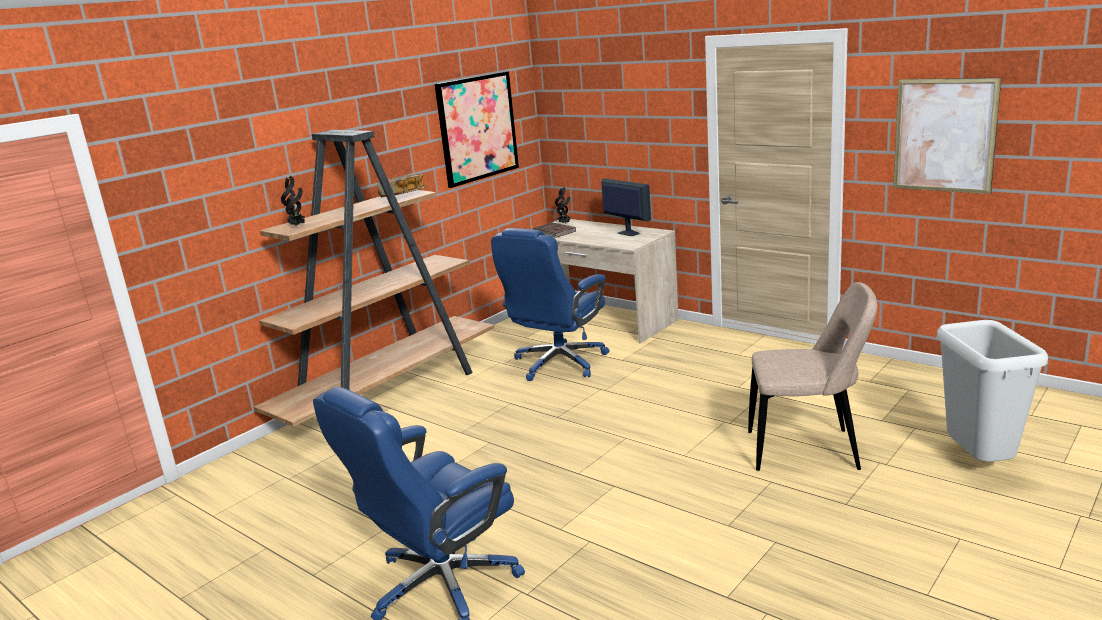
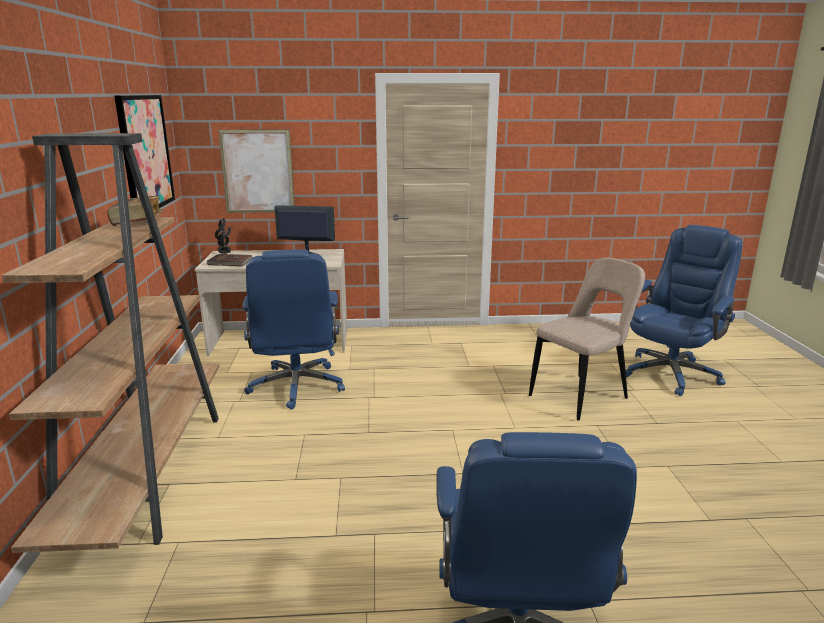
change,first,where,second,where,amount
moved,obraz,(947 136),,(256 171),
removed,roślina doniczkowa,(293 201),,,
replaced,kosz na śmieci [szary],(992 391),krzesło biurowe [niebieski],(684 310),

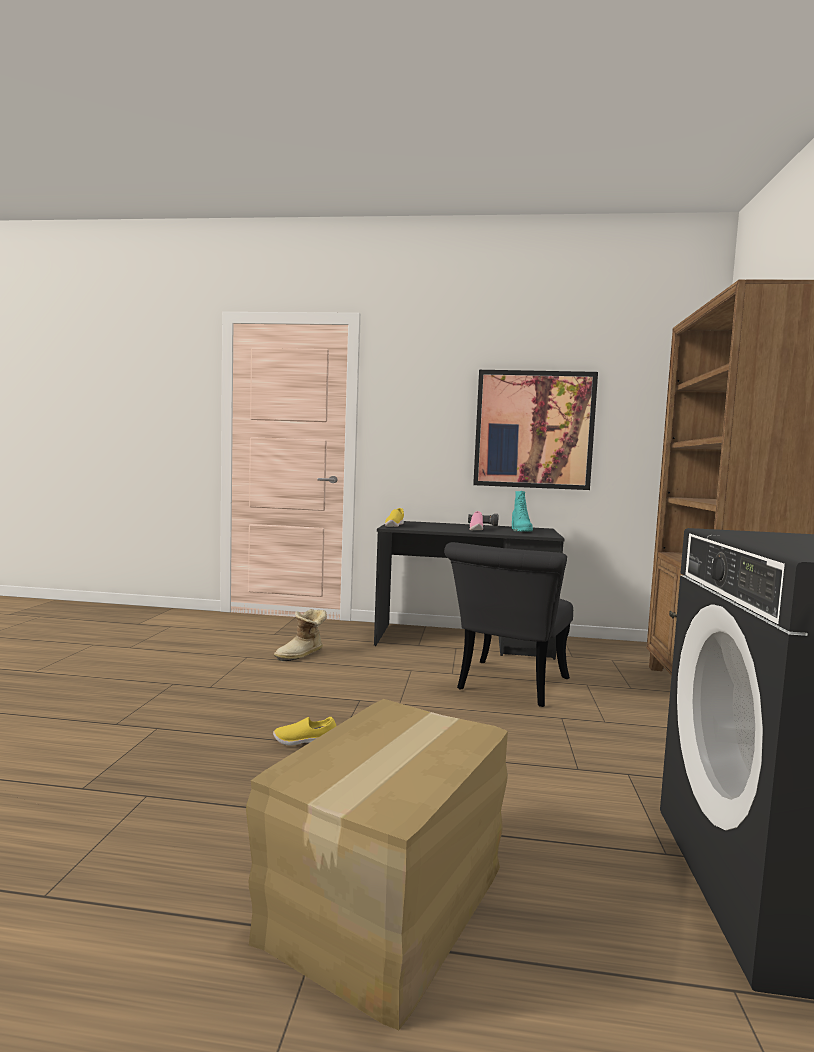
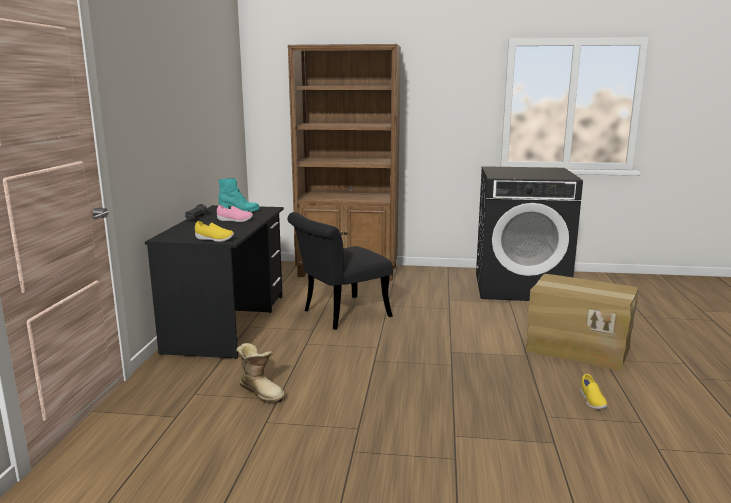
change,first,where,second,where,amount
removed,obraz,(535 430),,,
turned,krzesło [czarny],(508 624),,(340 271),120 degrees clockwise
moved,but [żółty],(304 731),,(594 391),

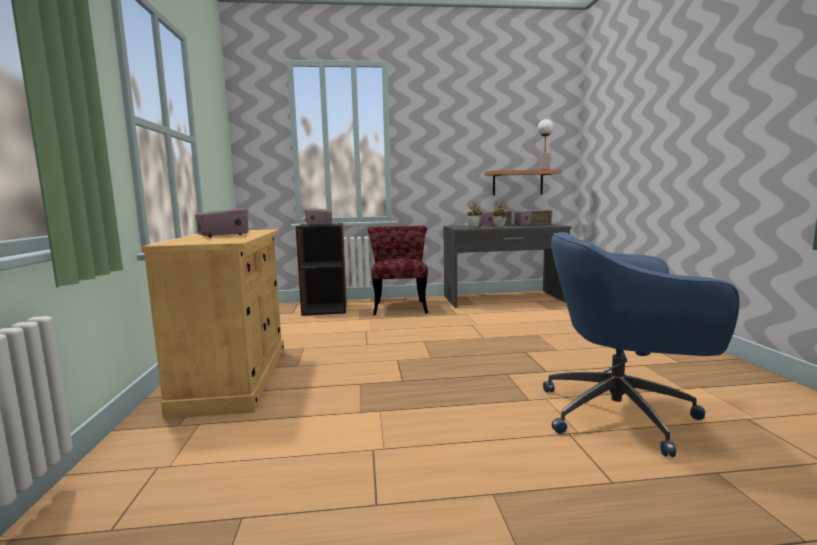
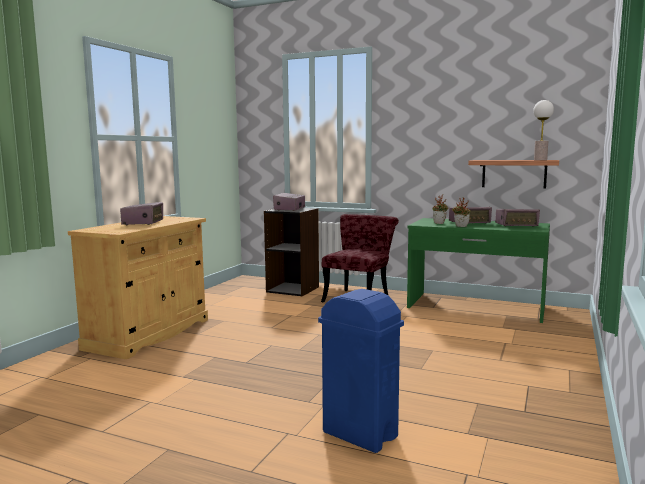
change,first,where,second,where,amount
recoloured,biurko [szary],(508 266),biurko [zielony],(478 270),
replaced,krzesło biurowe [niebieski],(641 344),kosz na śmieci [niebieski],(361 371),

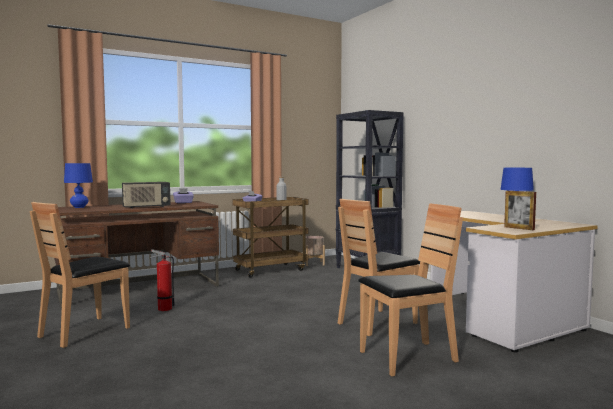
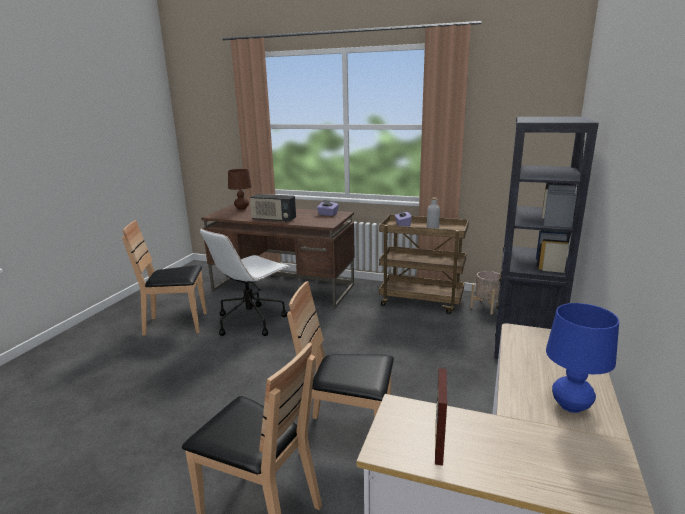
change,first,where,second,where,amount
recoloured,lampa stołowa [niebieski],(78 185),lampa stołowa [brązowy],(240 189),
replaced,gaśnica,(162 280),krzesło biurowe [biały],(244 282),

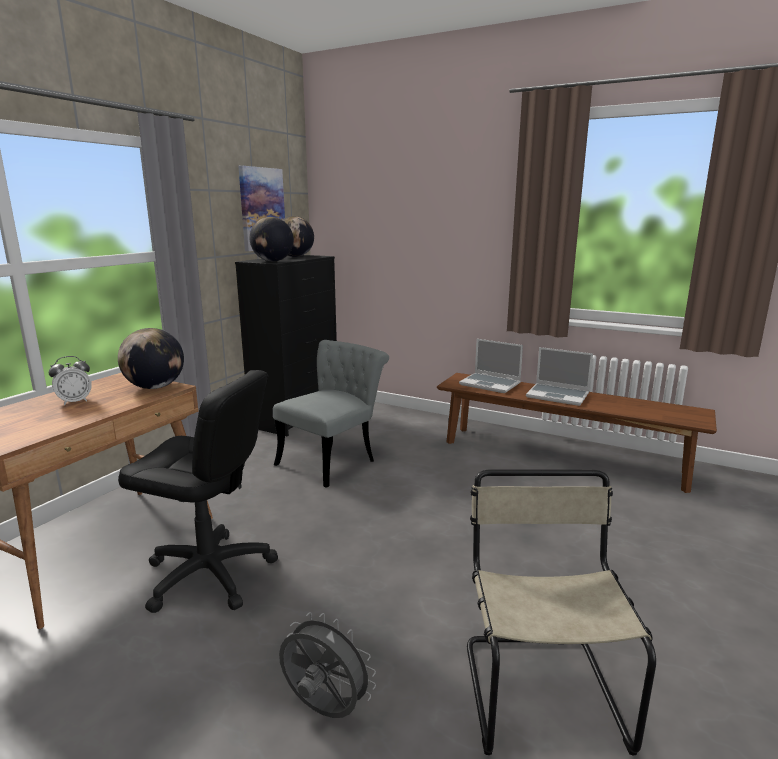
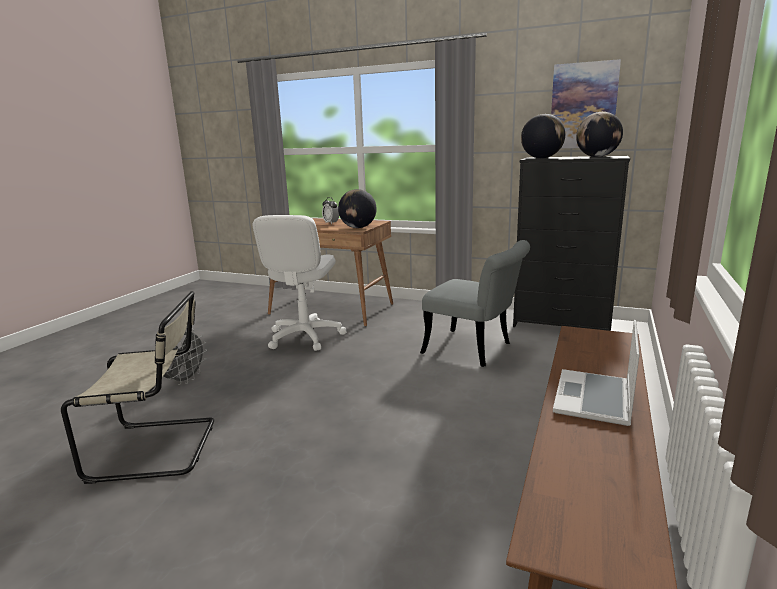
change,first,where,second,where,amount
removed,laptop,(491 366),,,
recoloured,krzesło biurowe [czarny],(198 491),krzesło biurowe [biały],(300 283),

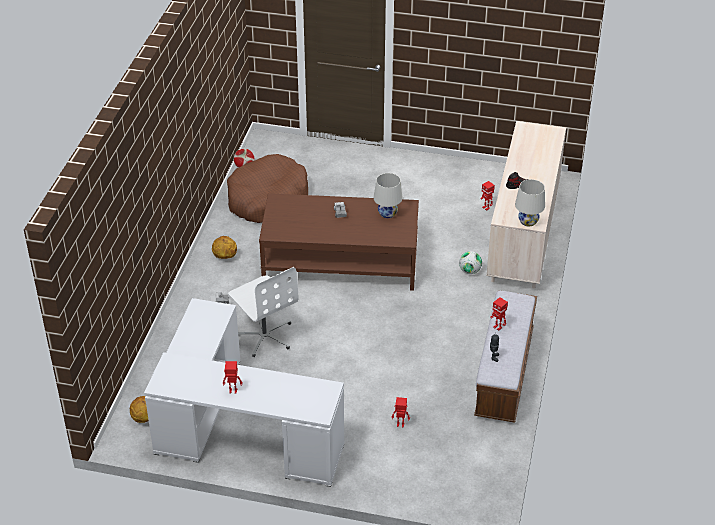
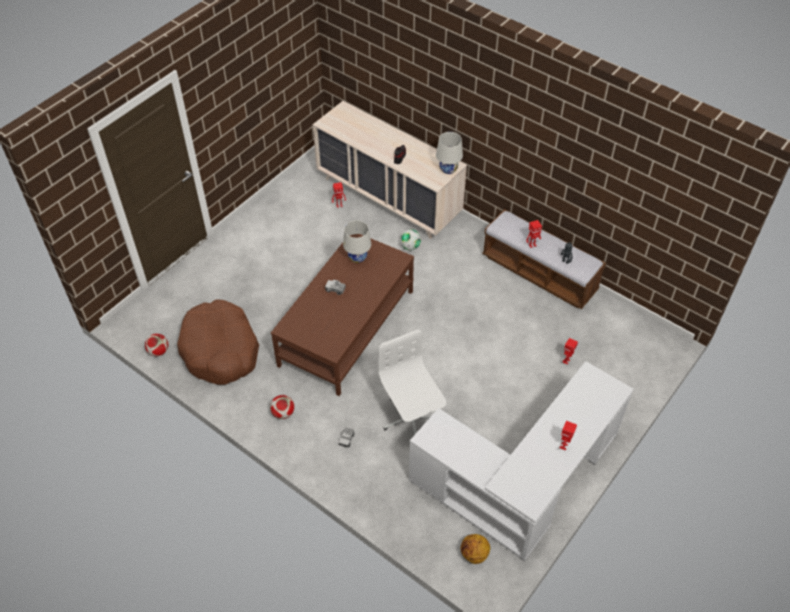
change,first,where,second,where,amount
replaced,piłka do koszykówki,(224 247),piłka futbolowa,(282 407),
turned,krzesło biurowe [biały],(263 312),,(412 382),105 degrees counterclockwise

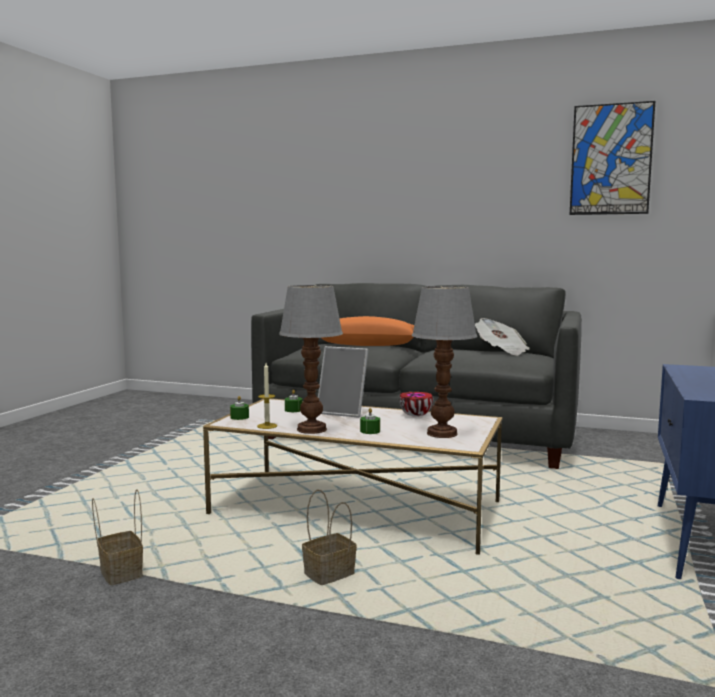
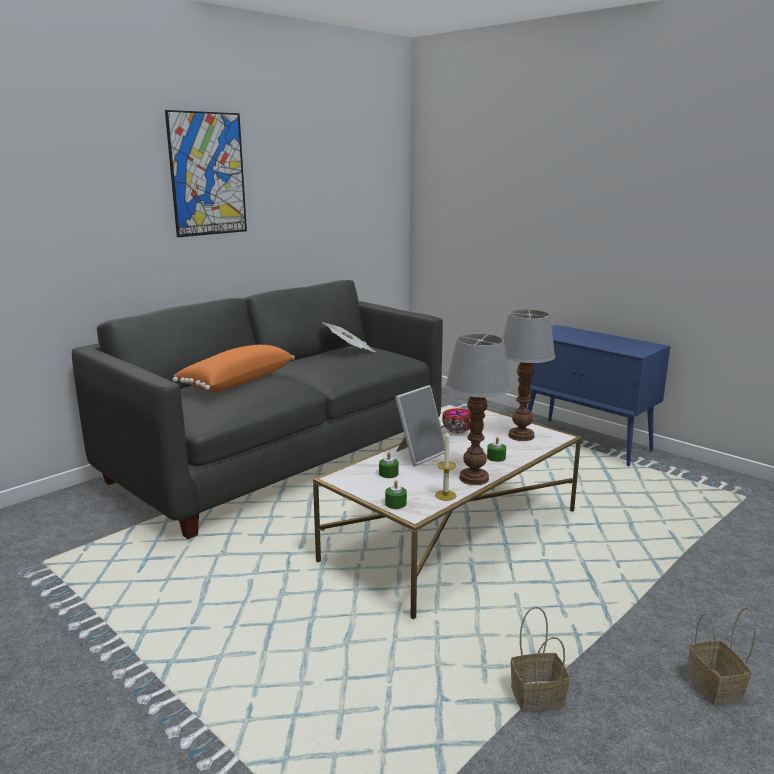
change,first,where,second,where,amount
moved,obraz,(612 158),,(206 173),
moved,koszyk,(329 537),,(721 656),

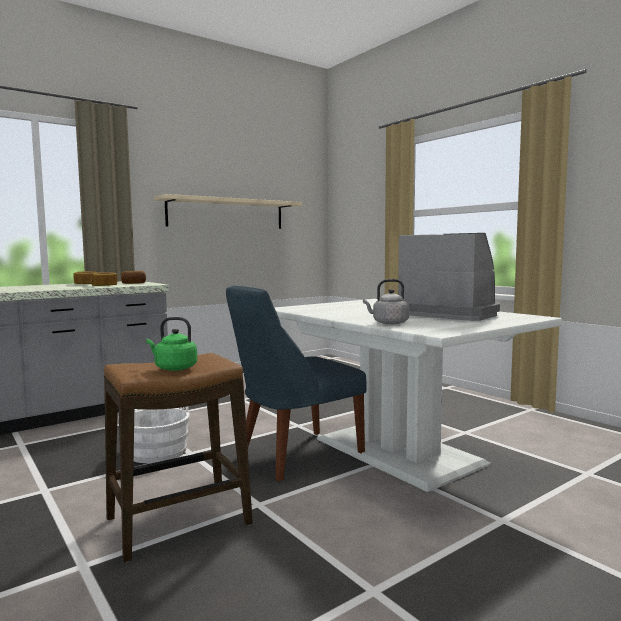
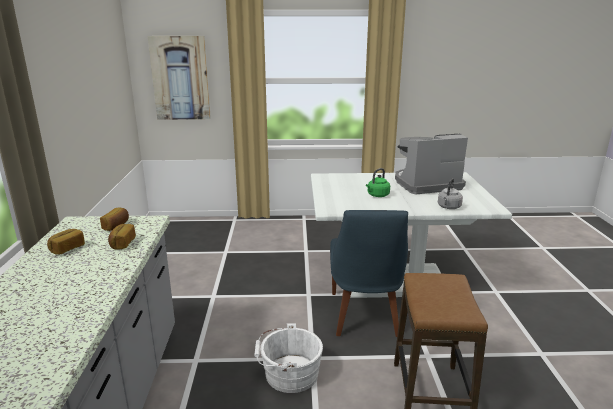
change,first,where,second,where,amount
removed,półka [beżowy],(228 211),,,
moved,czajnik [zielony],(171 344),,(378 182),
added,,,obraz,(179 78),

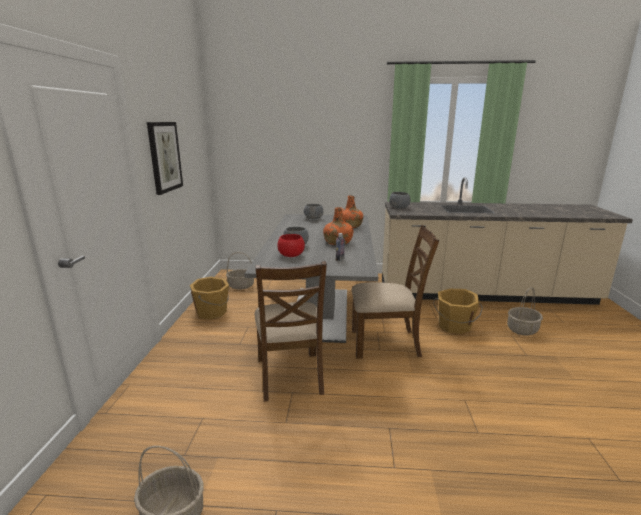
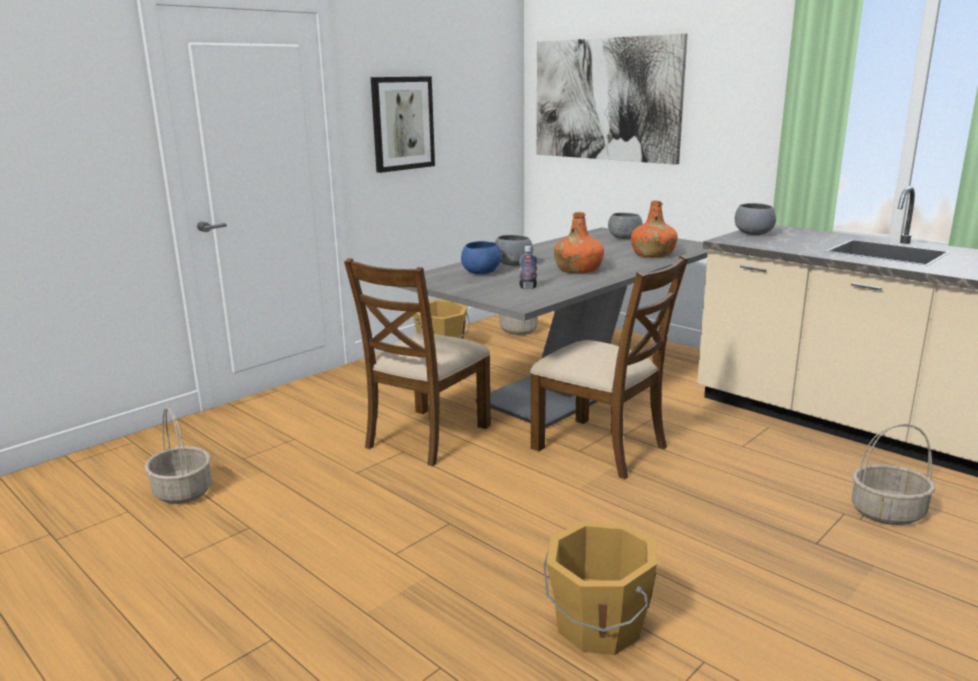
change,first,where,second,where,amount
recoloured,miska [czerwony],(291 245),miska [niebieski],(481 258),
moved,wiadro [pomarańczowy],(458 311),,(600 588),
added,,,obraz,(612 99),

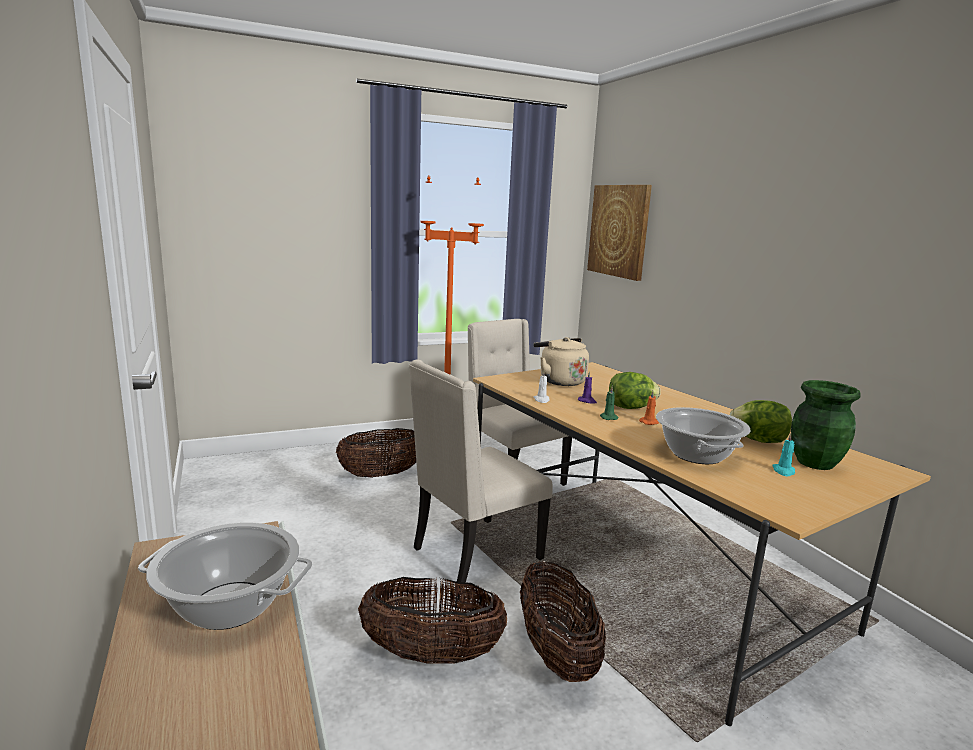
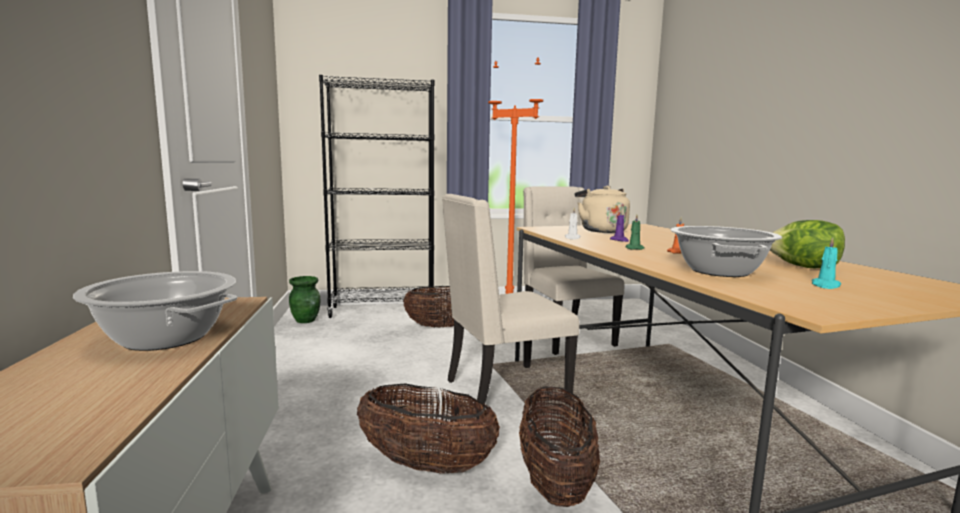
change,first,where,second,where,amount
removed,obraz,(619 233),,,
removed,sałata,(635 390),,,
moved,wazon [zielony],(826 425),,(305 299),
added,,,regał [czarny],(377 196),

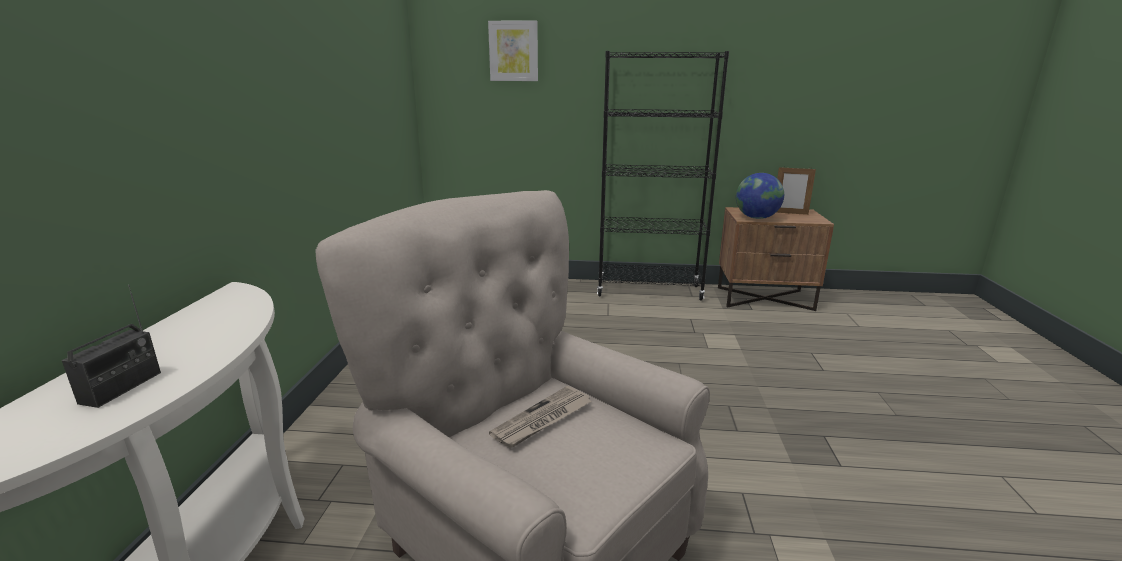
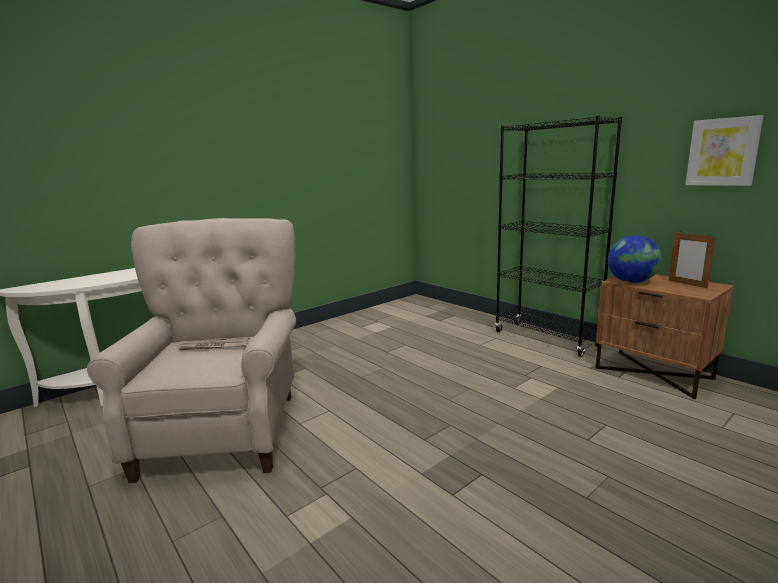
change,first,where,second,where,amount
moved,obraz,(513 51),,(724 150),
removed,radio,(111 346),,,

